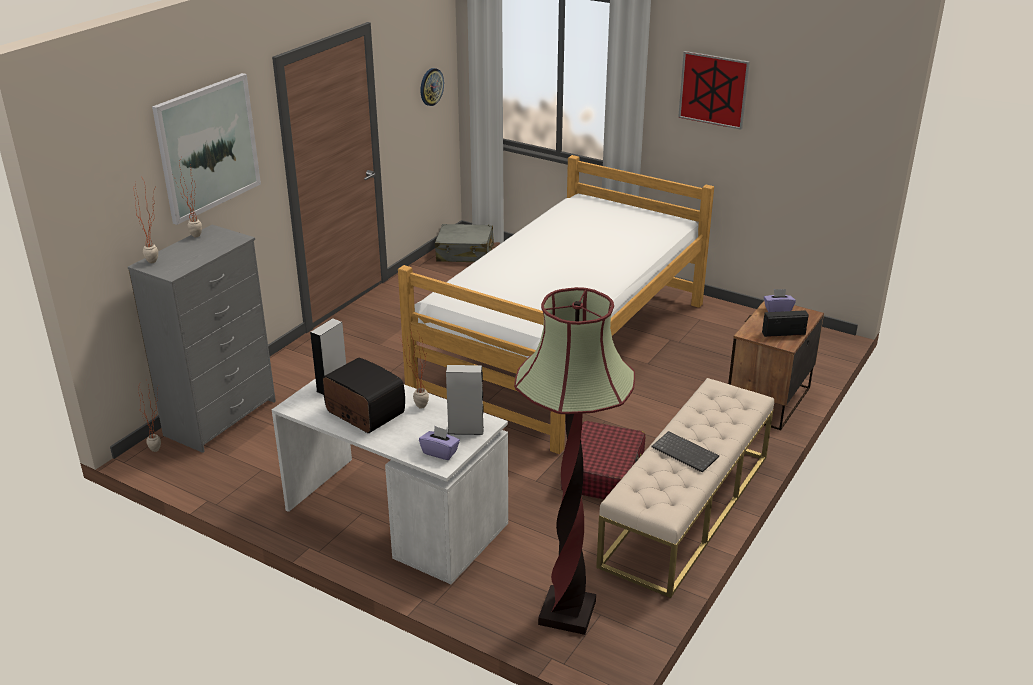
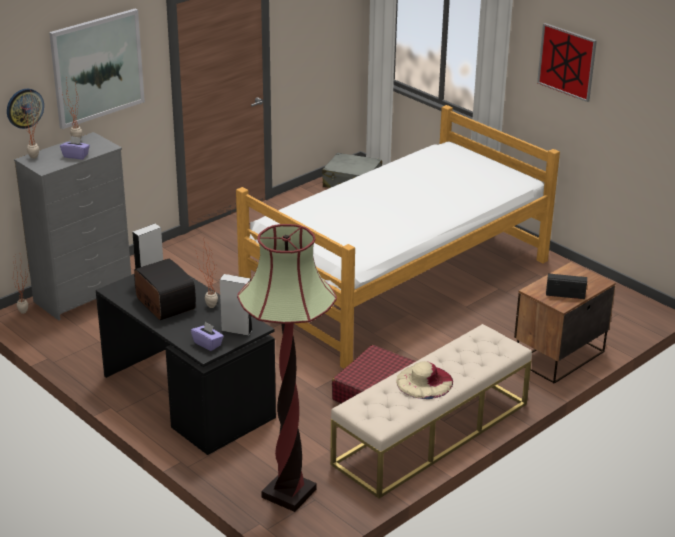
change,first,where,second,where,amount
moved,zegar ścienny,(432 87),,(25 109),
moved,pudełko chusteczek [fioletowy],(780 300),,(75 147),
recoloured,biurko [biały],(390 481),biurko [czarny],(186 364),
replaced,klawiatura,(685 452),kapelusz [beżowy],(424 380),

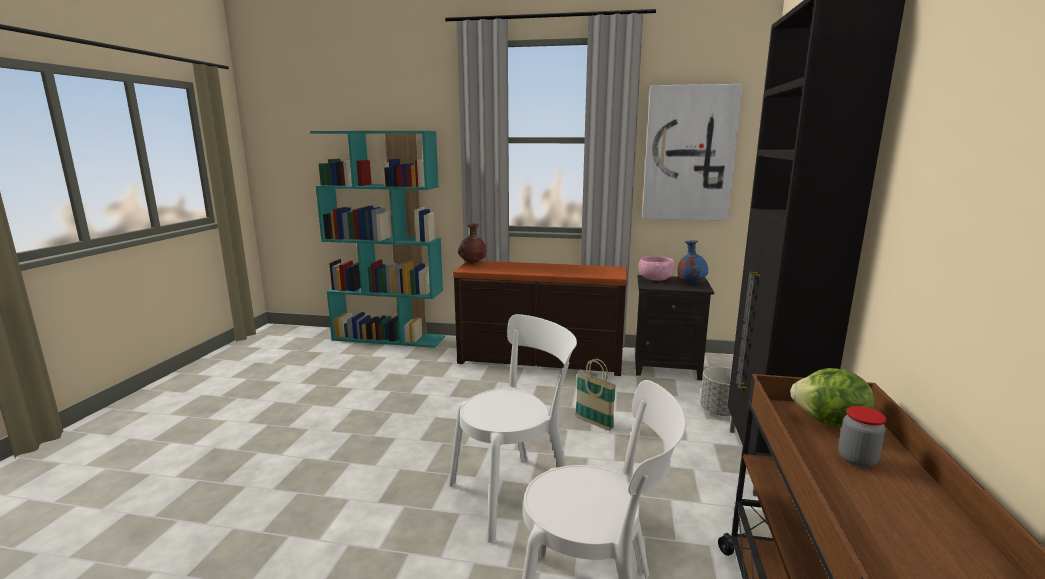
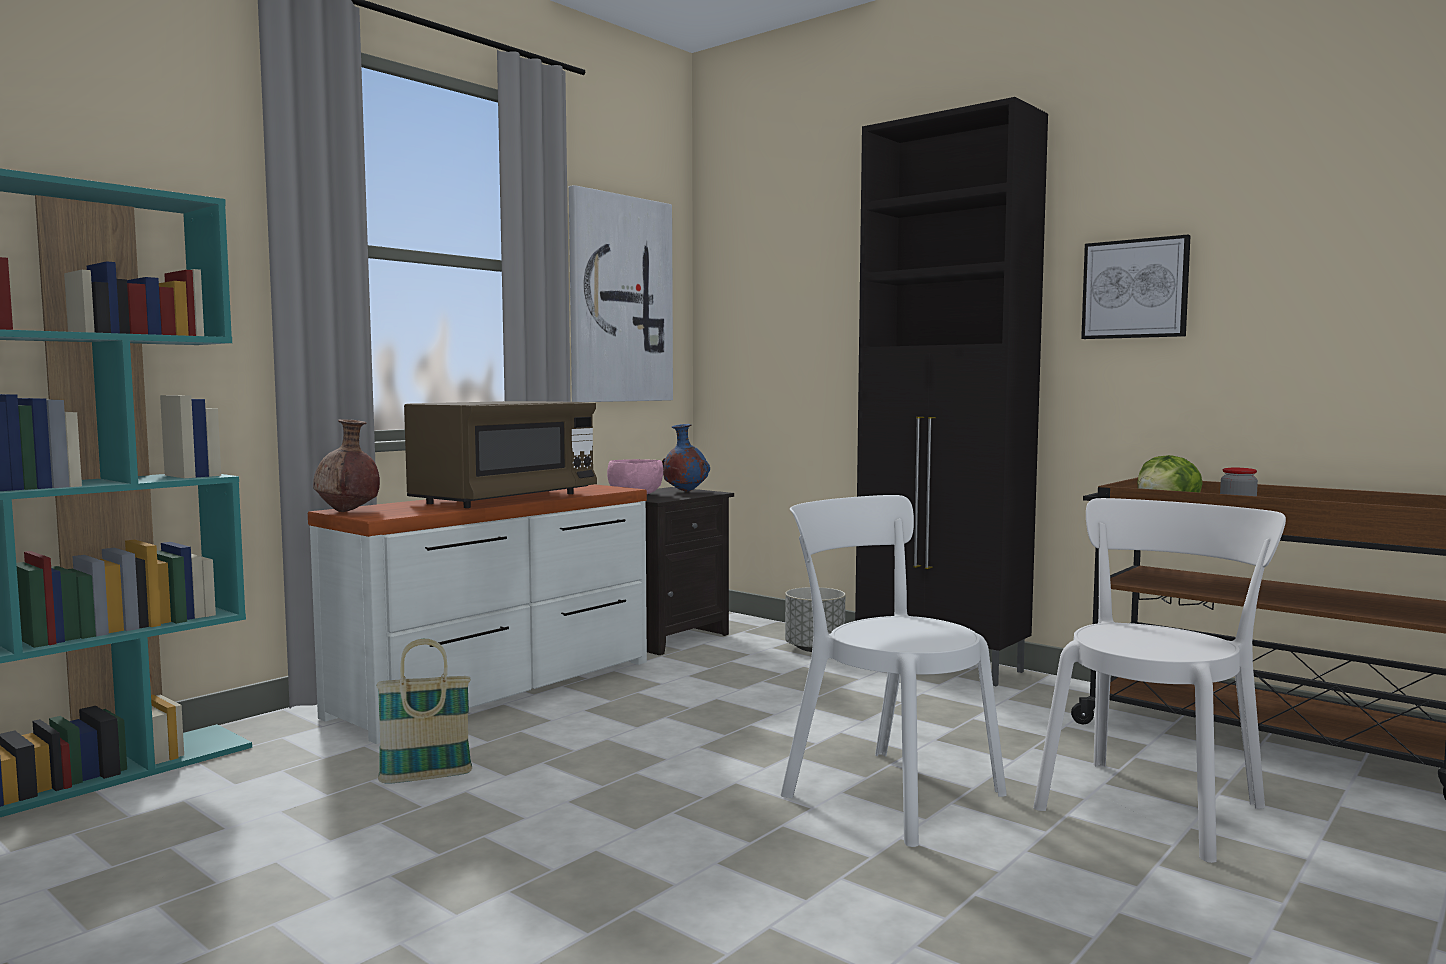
change,first,where,second,where,amount
recoloured,komoda [brązowy],(540 318),komoda [biały],(477 614),
turned,krzesło [biały],(513 428),,(893 671),45 degrees counterclockwise
moved,koszyk,(595 395),,(424 711),
added,,,obraz,(1135 287),
added,,,mikrofalówka [brązowy],(500 454),

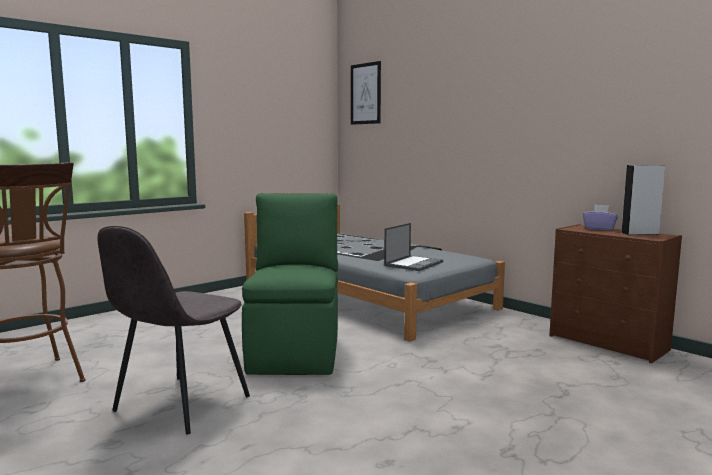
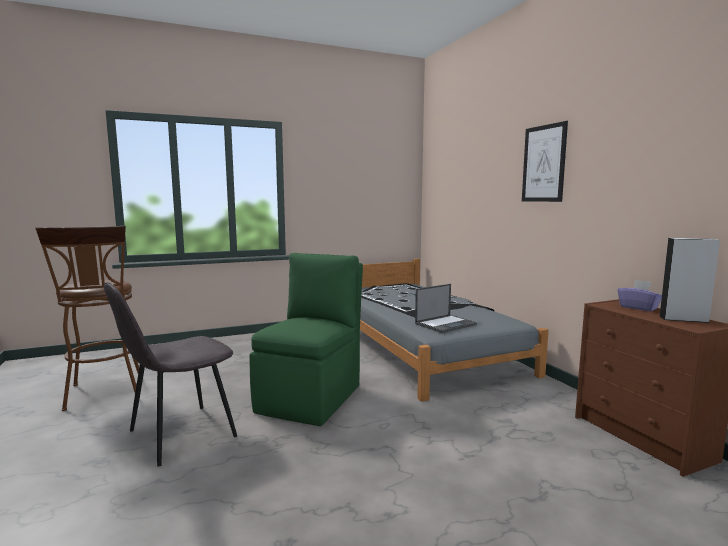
change,first,where,second,where,amount
moved,obraz,(366 93),,(545 161),

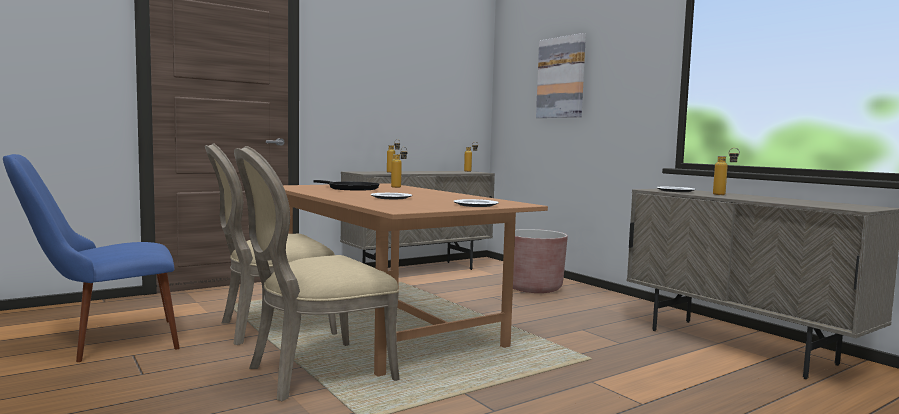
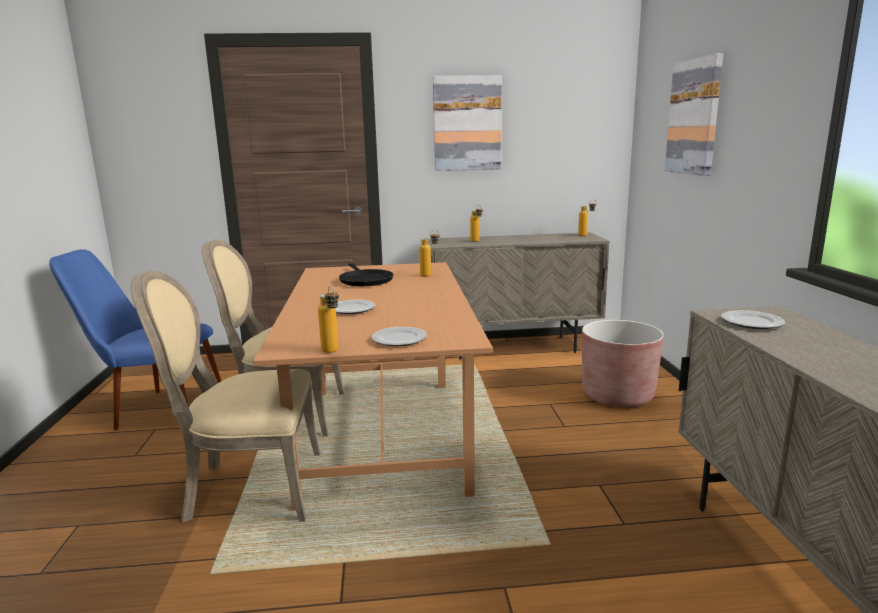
change,first,where,second,where,amount
moved,butelka,(726 171),,(328 319),
added,,,obraz,(467 123),

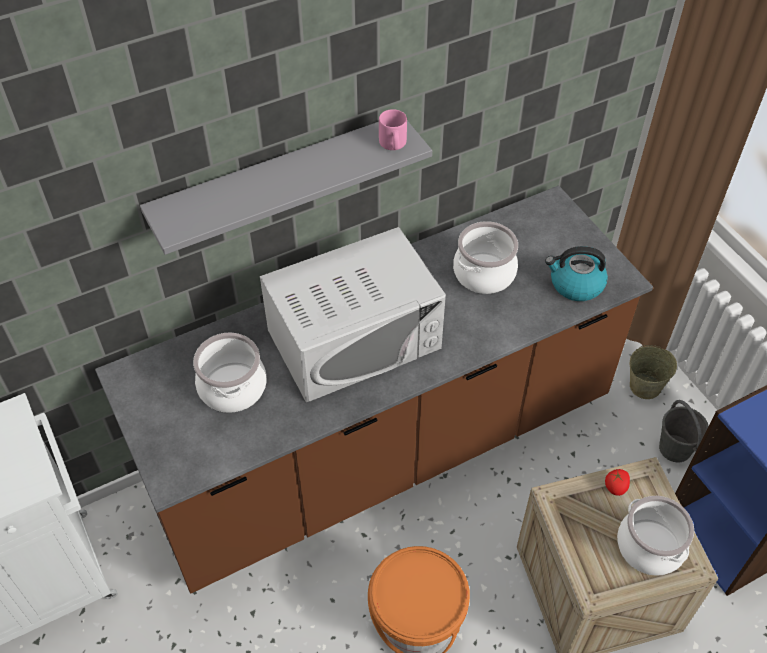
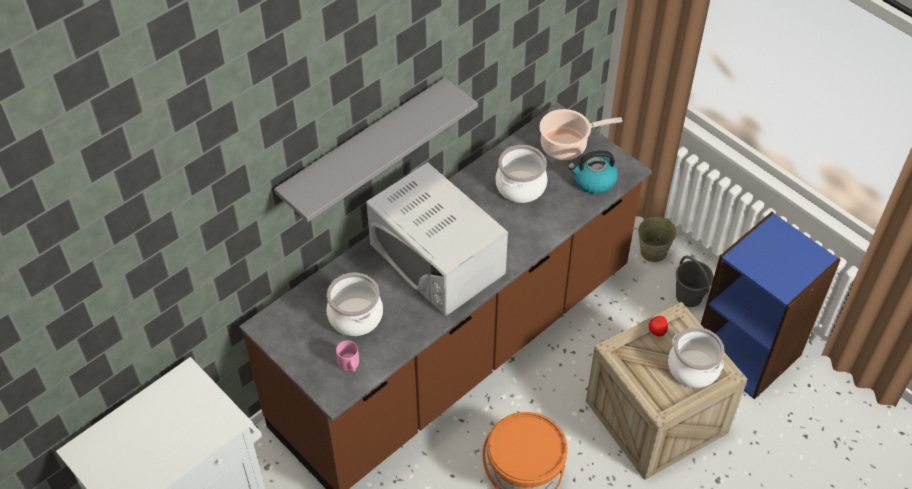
change,first,where,second,where,amount
moved,kubek [różowy],(393 129),,(347 356),
turned,mikrofalówka [biały],(353 314),,(437 239),90 degrees clockwise
added,,,garnek,(580 134),

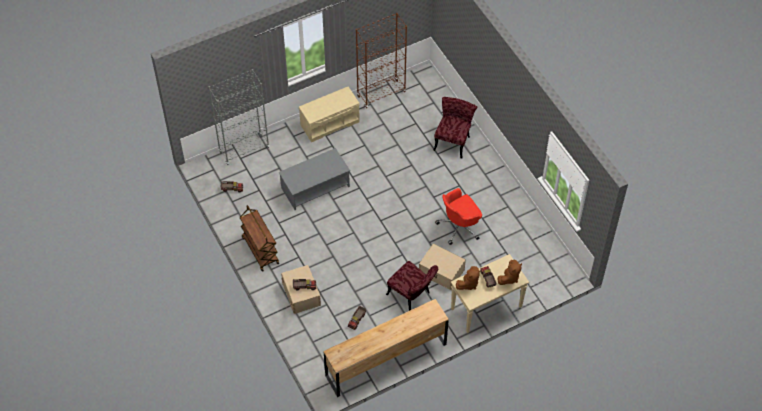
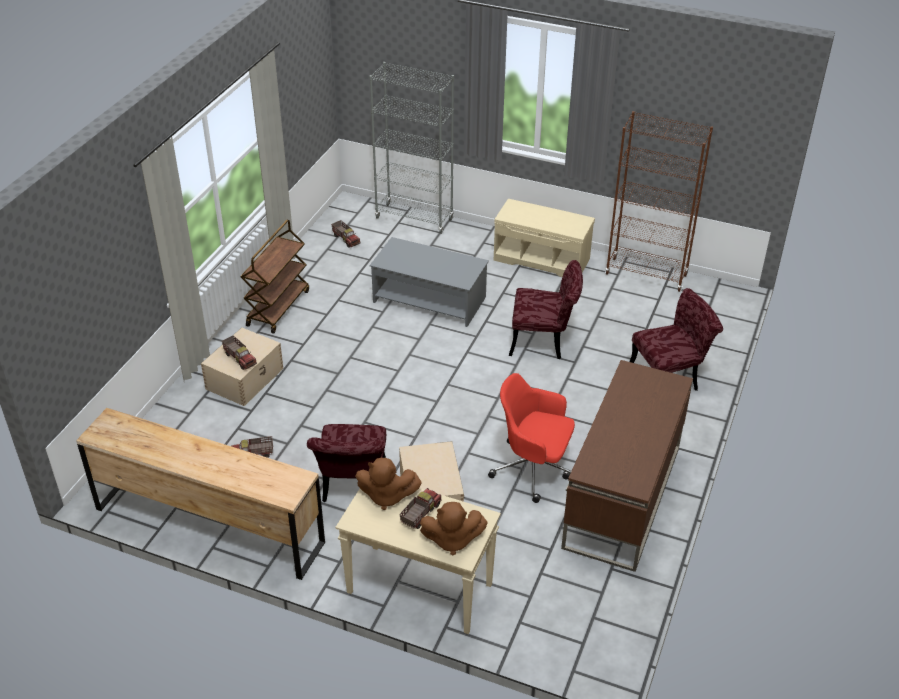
change,first,where,second,where,amount
added,,,krzesło [czerwony],(546 309),
added,,,biurko [brązowy],(627 466),

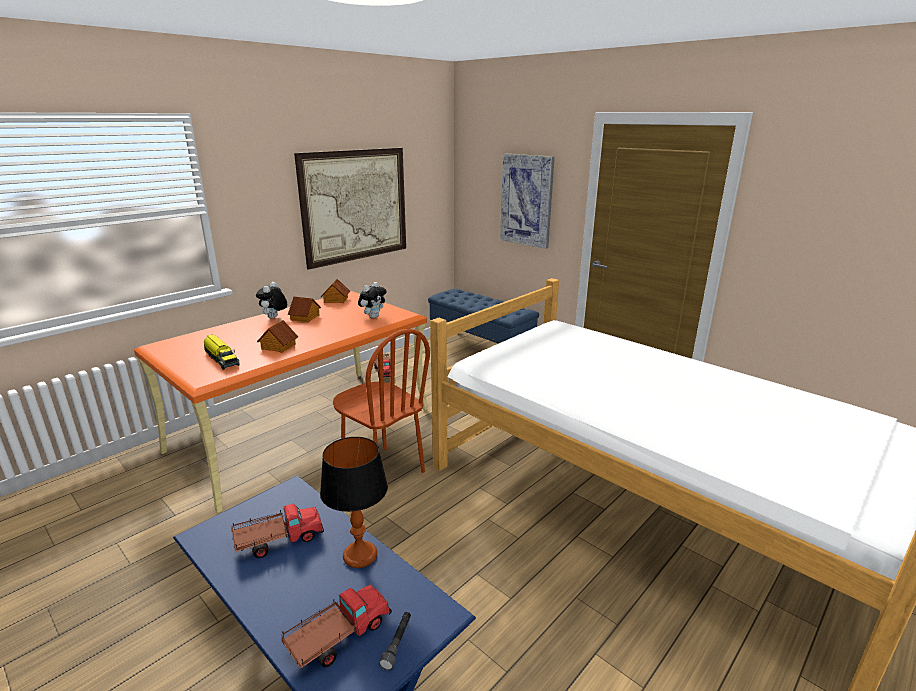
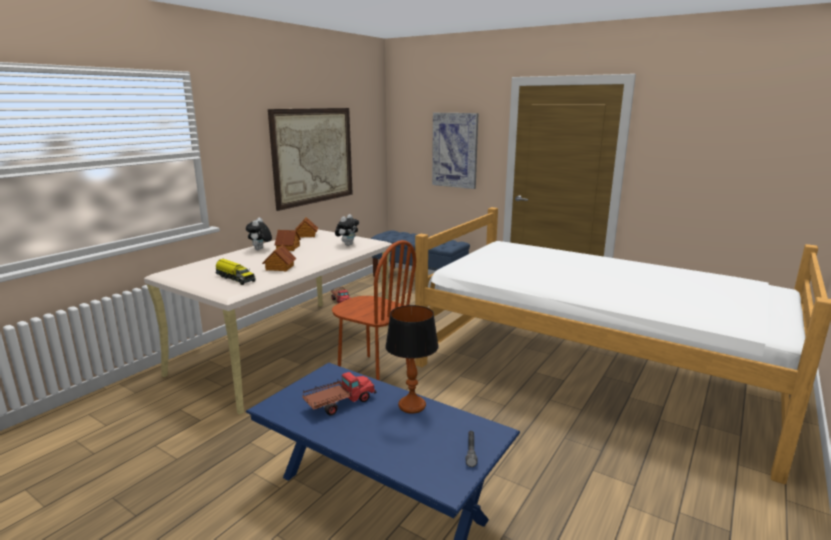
change,first,where,second,where,amount
recoloured,biurko [pomarańczowy],(281 402),biurko [beżowy],(268 322),
removed,ciężarówka zabawkowa,(336 626),,,

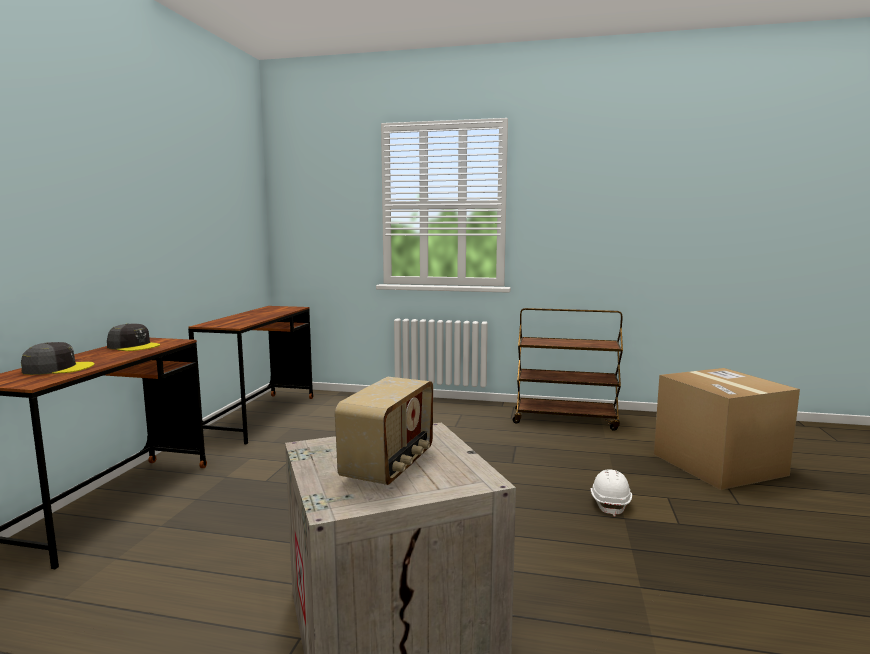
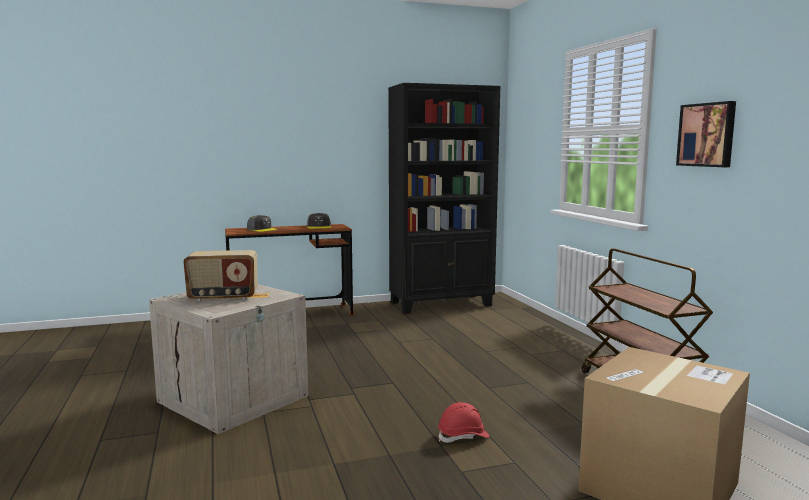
change,first,where,second,where,amount
replaced,biurko [brązowy],(250 375),regał [czarny],(444 198),
recoloured,kask [biały],(611 493),kask [czerwony],(463 422),
added,,,obraz,(706 134),

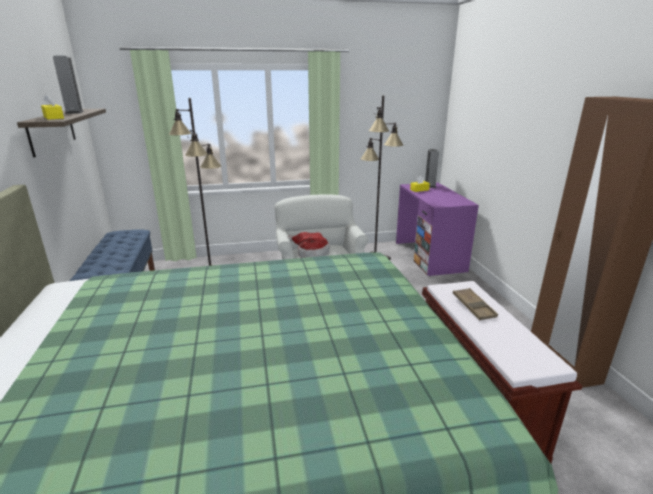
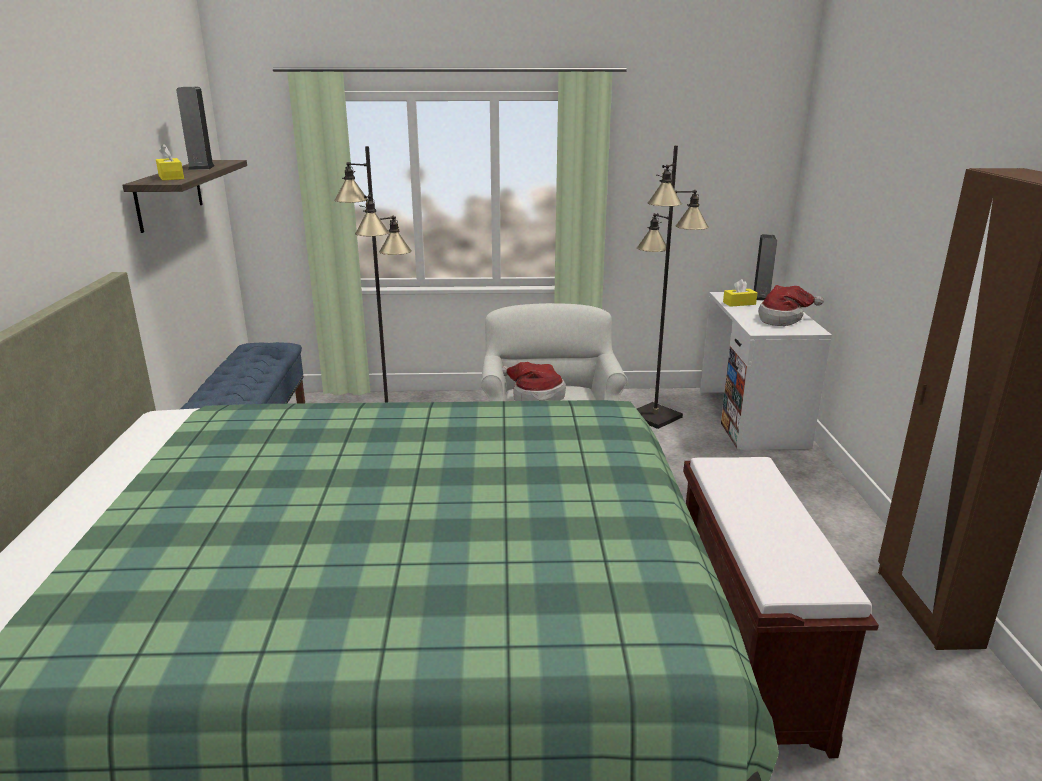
change,first,where,second,where,amount
recoloured,biurko [fioletowy],(437 229),biurko [biały],(766 371),
removed,taca [brązowy],(475 304),,,
added,,,kapelusz,(791 305),

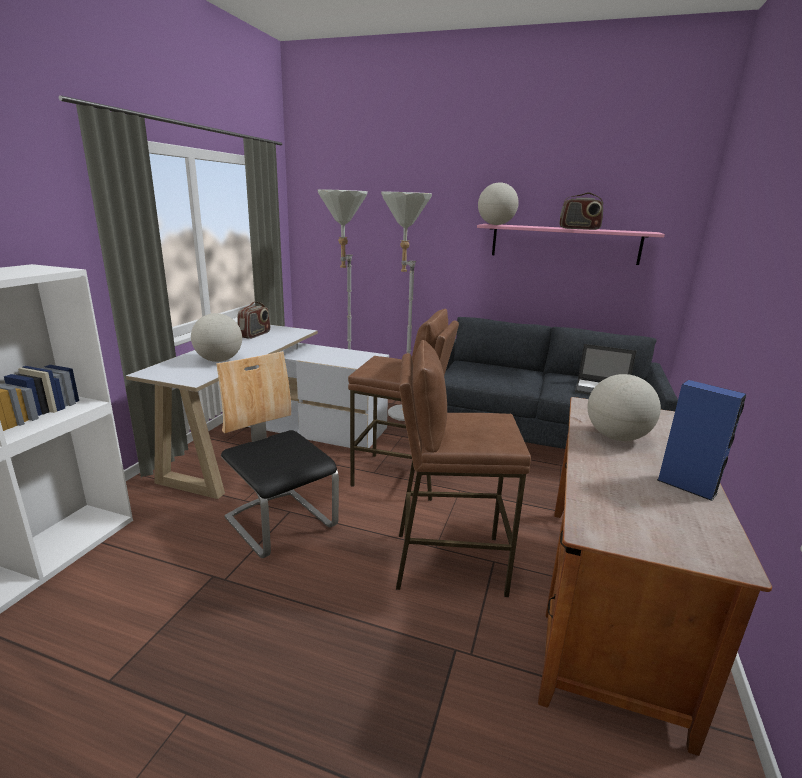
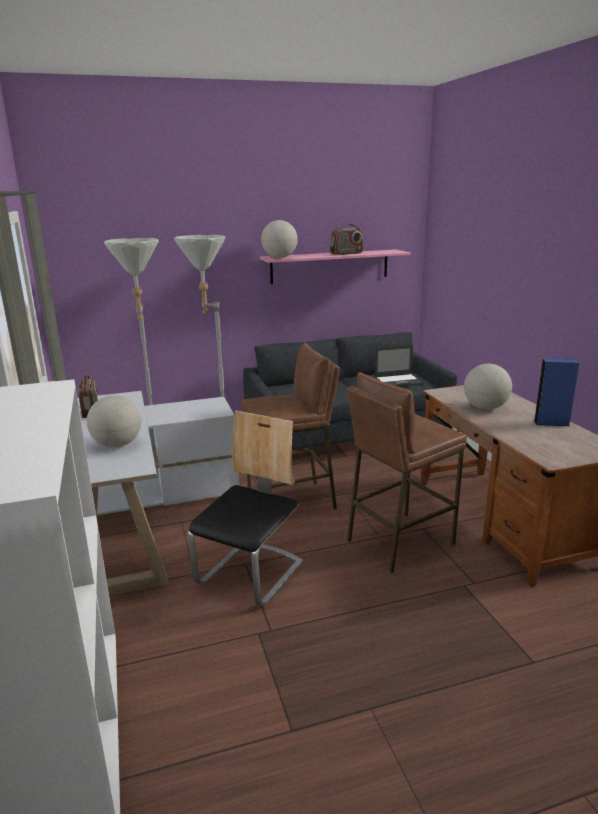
change,first,where,second,where,amount
turned,krzesło,(277 454),,(245 508),105 degrees clockwise

